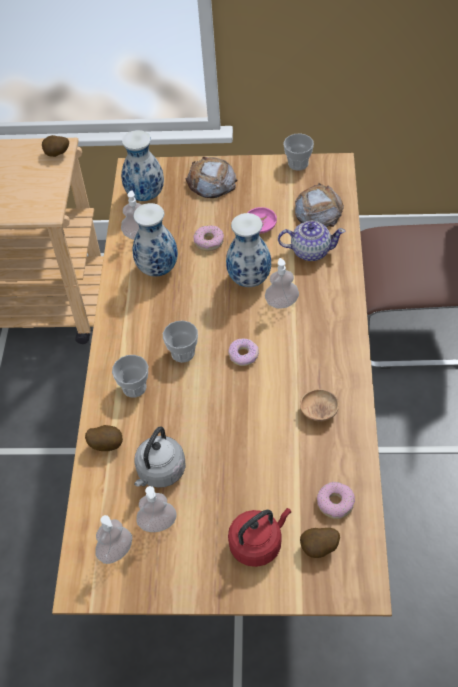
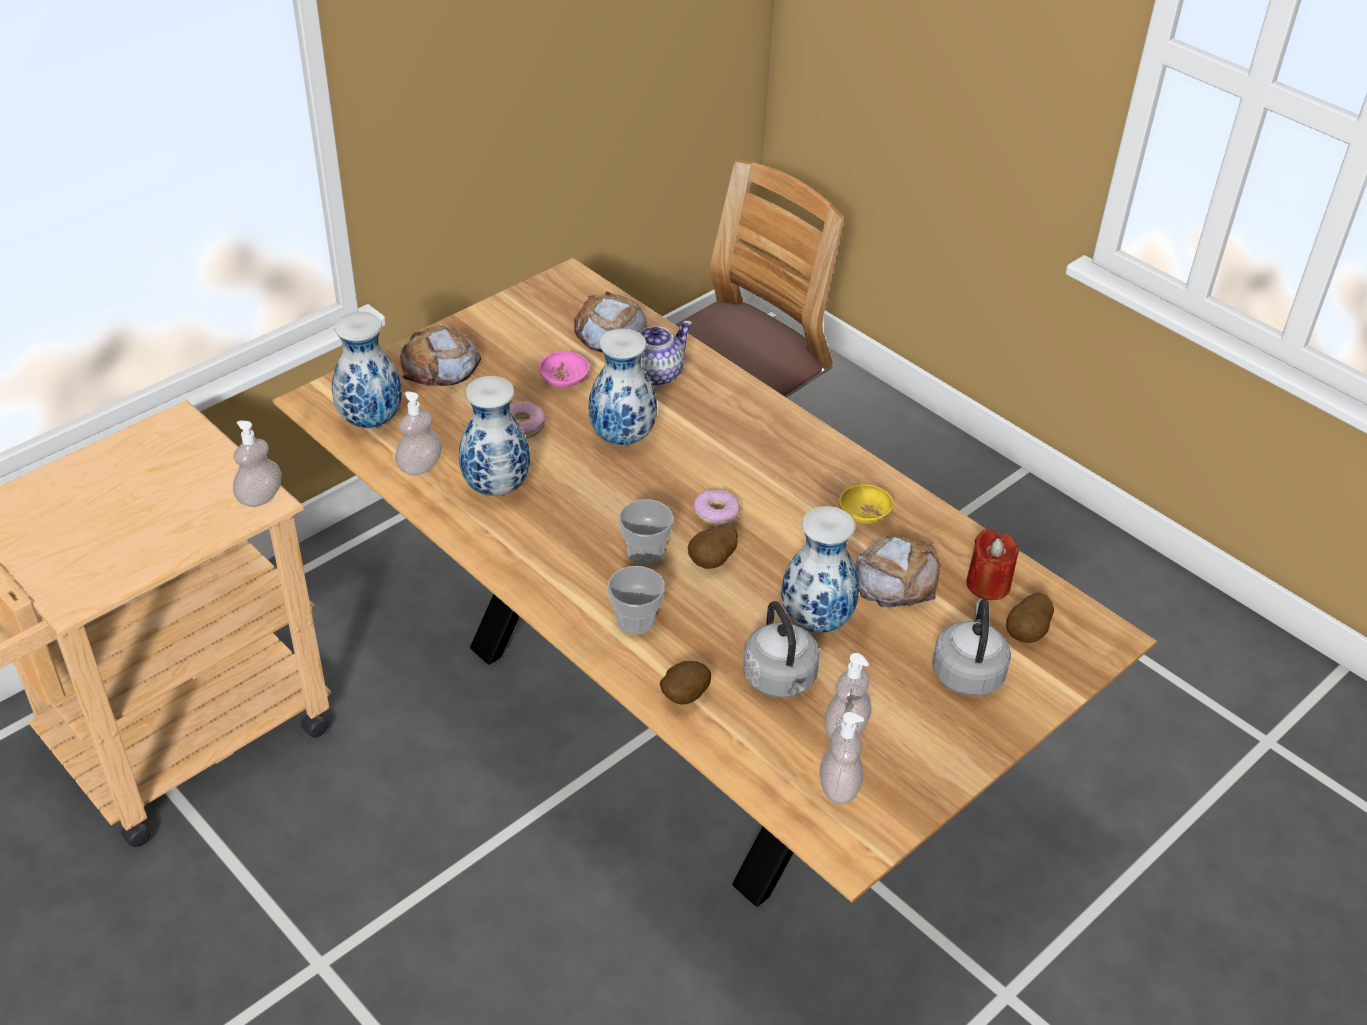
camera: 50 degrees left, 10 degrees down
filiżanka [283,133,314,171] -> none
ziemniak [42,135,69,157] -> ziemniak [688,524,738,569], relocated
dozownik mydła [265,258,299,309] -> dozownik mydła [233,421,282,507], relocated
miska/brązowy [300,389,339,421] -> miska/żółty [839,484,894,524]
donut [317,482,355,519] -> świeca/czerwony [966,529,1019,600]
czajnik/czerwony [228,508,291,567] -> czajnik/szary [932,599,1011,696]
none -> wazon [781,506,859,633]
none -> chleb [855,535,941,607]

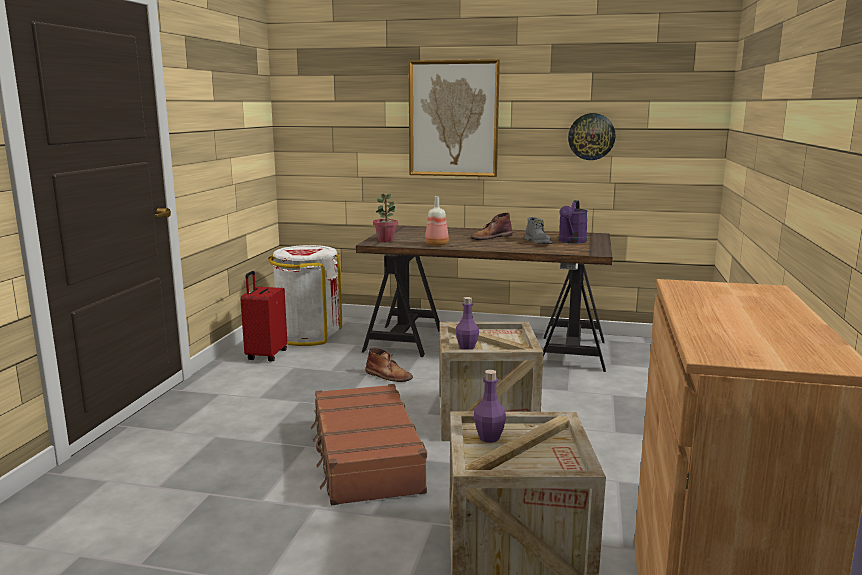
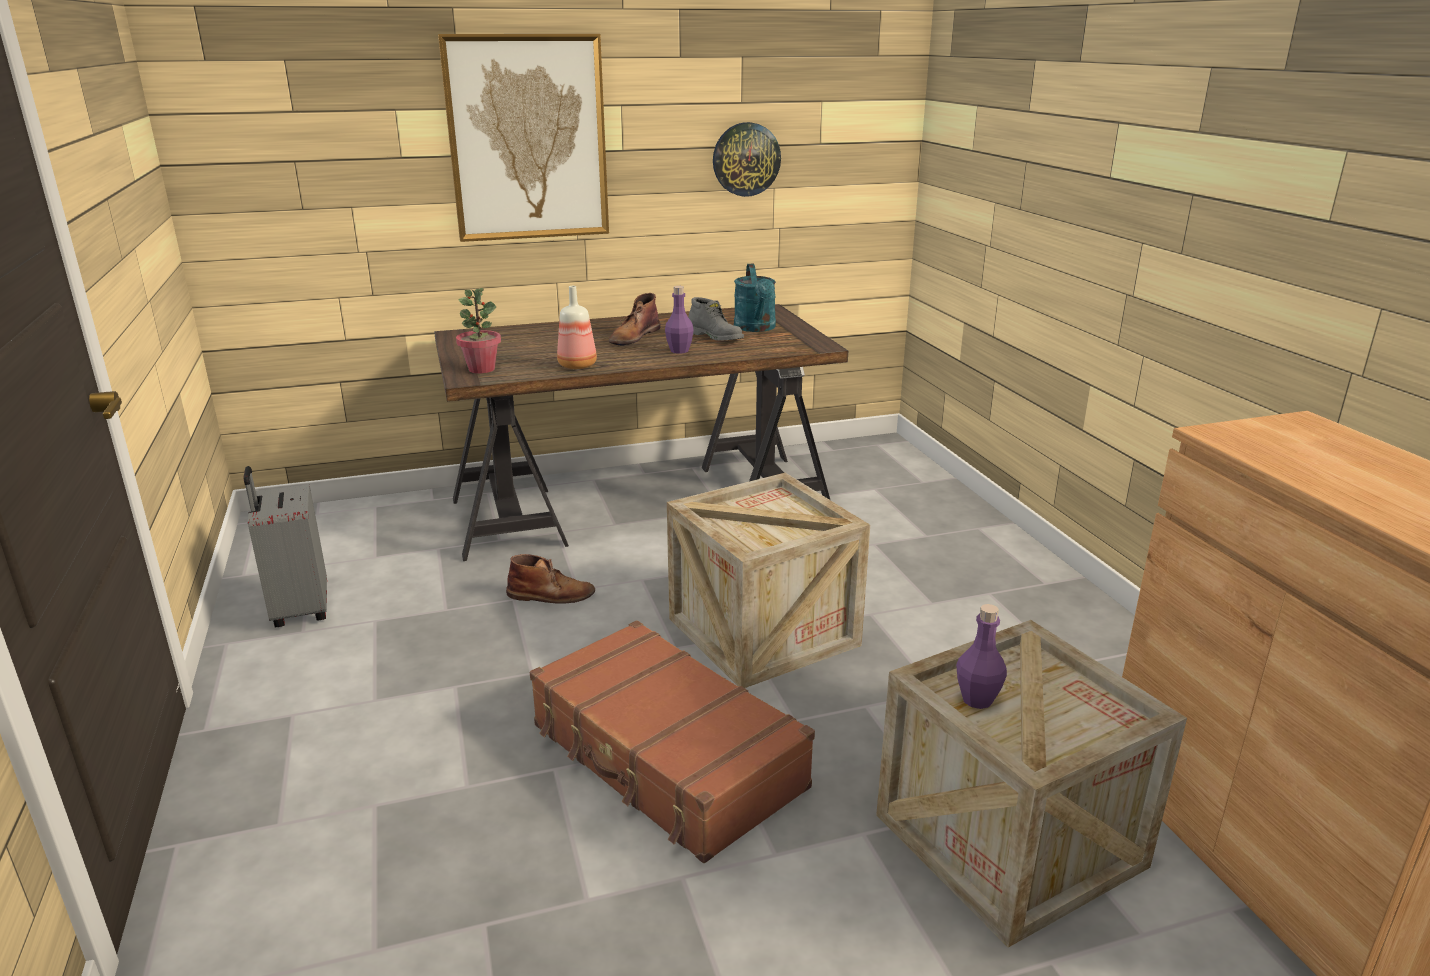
camera: 30 degrees left, 10 degrees up
konewka/fioletowy [559,200,588,243] -> konewka/turkusowy [734,264,776,332]
kosz na śmieci/biały [268,245,342,346] -> none
walizka/czerwony [241,271,287,362] -> walizka/szary [244,466,327,627]
butelka/fioletowy [456,297,479,350] -> butelka/fioletowy [665,286,694,354], relocated

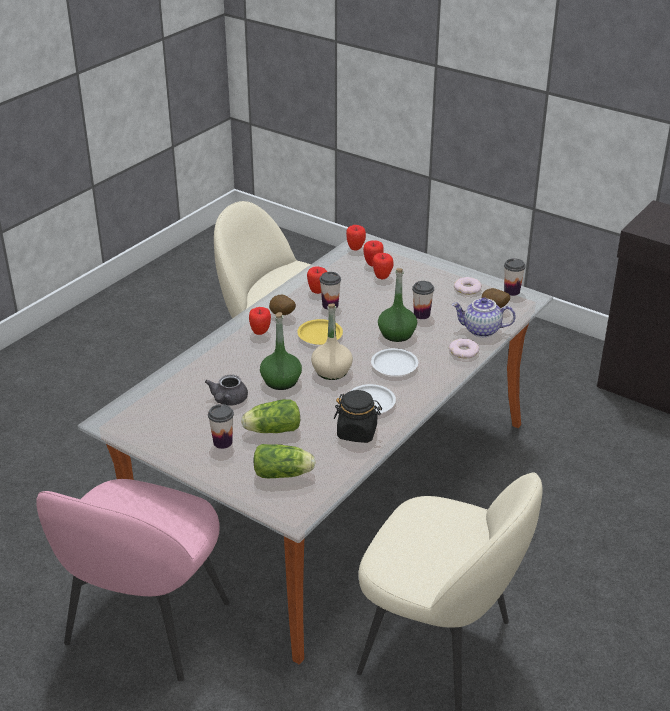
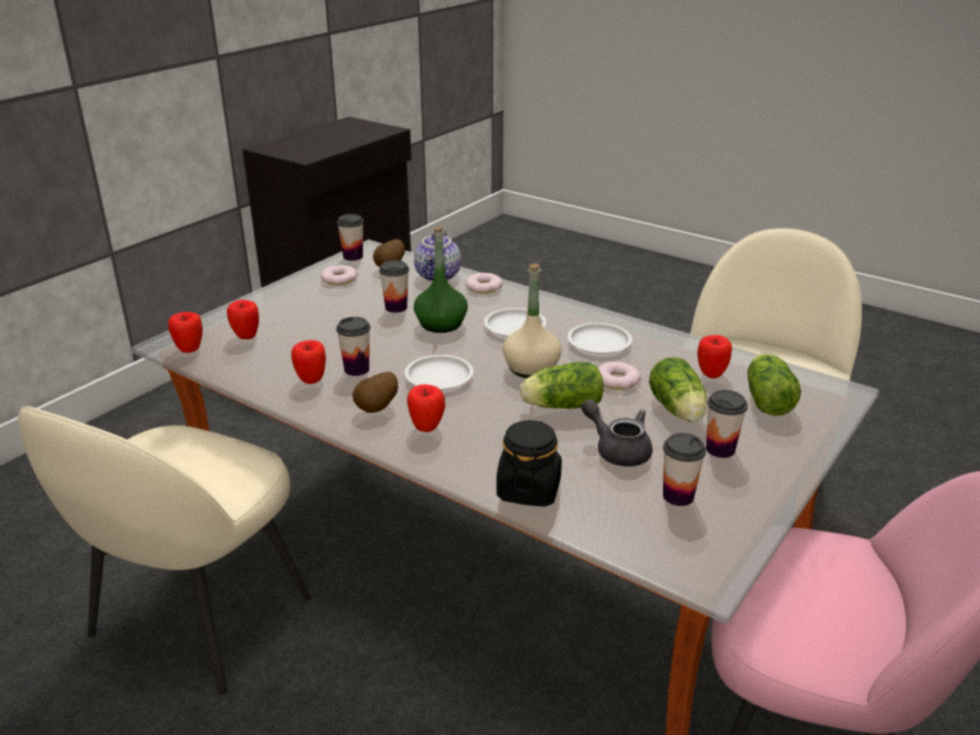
camera: 90 degrees left, 5 degrees down
jabłko [373,253,394,279] -> jabłko [697,335,732,378], relocated
butelka/zielony [260,312,302,390] -> sałata [520,362,604,409]
talerz/żółty [297,319,343,345] -> talerz/biały [405,355,473,390]
imbryk/szary [205,375,248,406] -> imbryk/szary [581,399,653,467], 150 degrees counterclockwise
słoik/czarny [334,390,382,443] -> słoik/czarny [496,420,562,507], relocated
none -> donut [598,362,641,390]
none -> filiżanka [663,433,706,506]

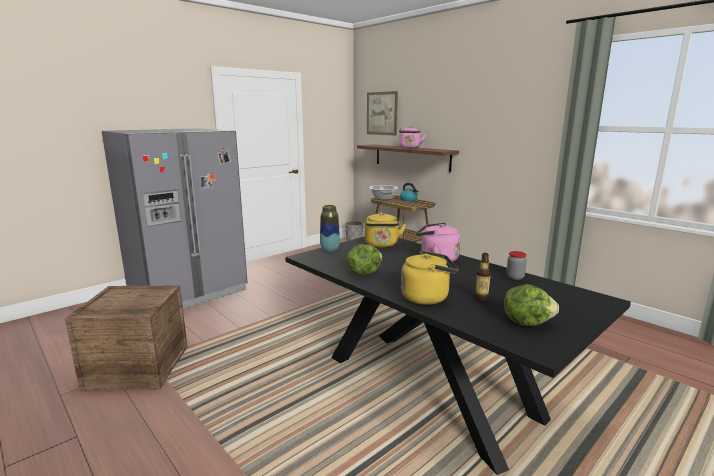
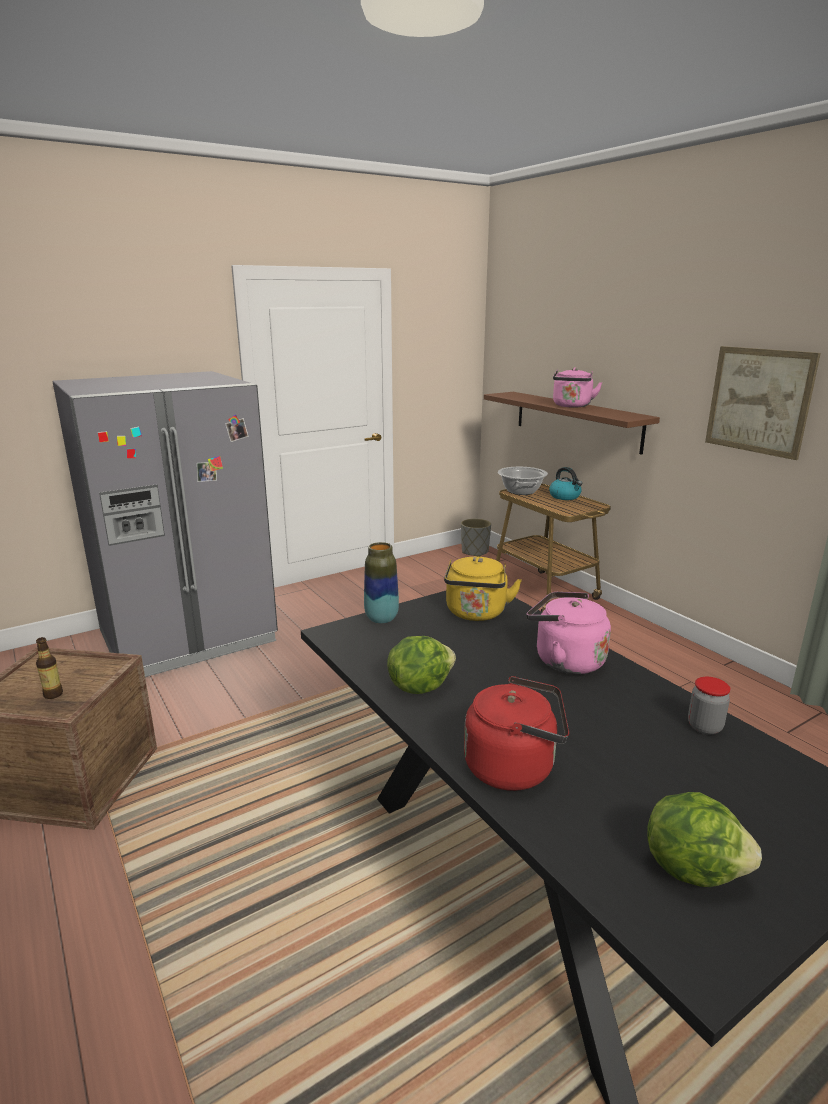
camera: 10 degrees right, 5 degrees up
obraz [367,91,398,136] -> obraz [705,346,821,460], relocated
czajnik/żółty [401,250,458,305] -> czajnik/czerwony [464,676,569,791]
butelka [475,253,491,302] -> butelka [36,637,63,699], relocated

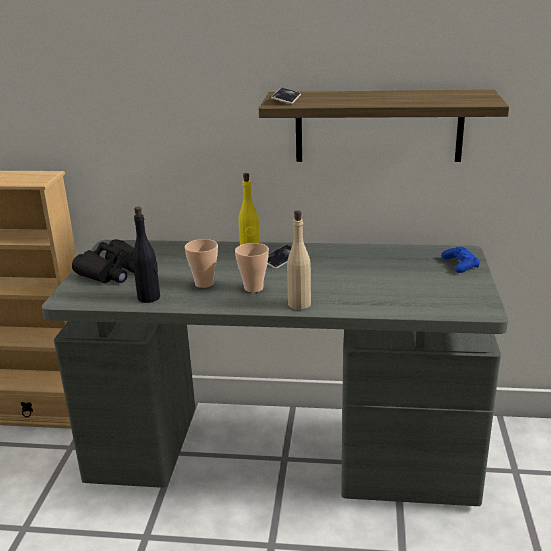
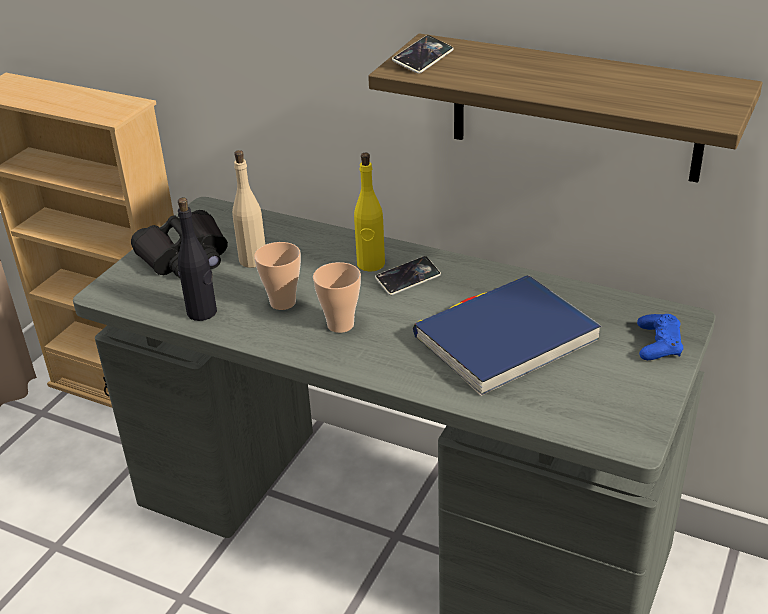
camera: 20 degrees right, 10 degrees up
butelka/beżowy [287,210,311,310] -> butelka/beżowy [232,150,265,268], relocated
none -> książka/niebieski [413,275,601,396]

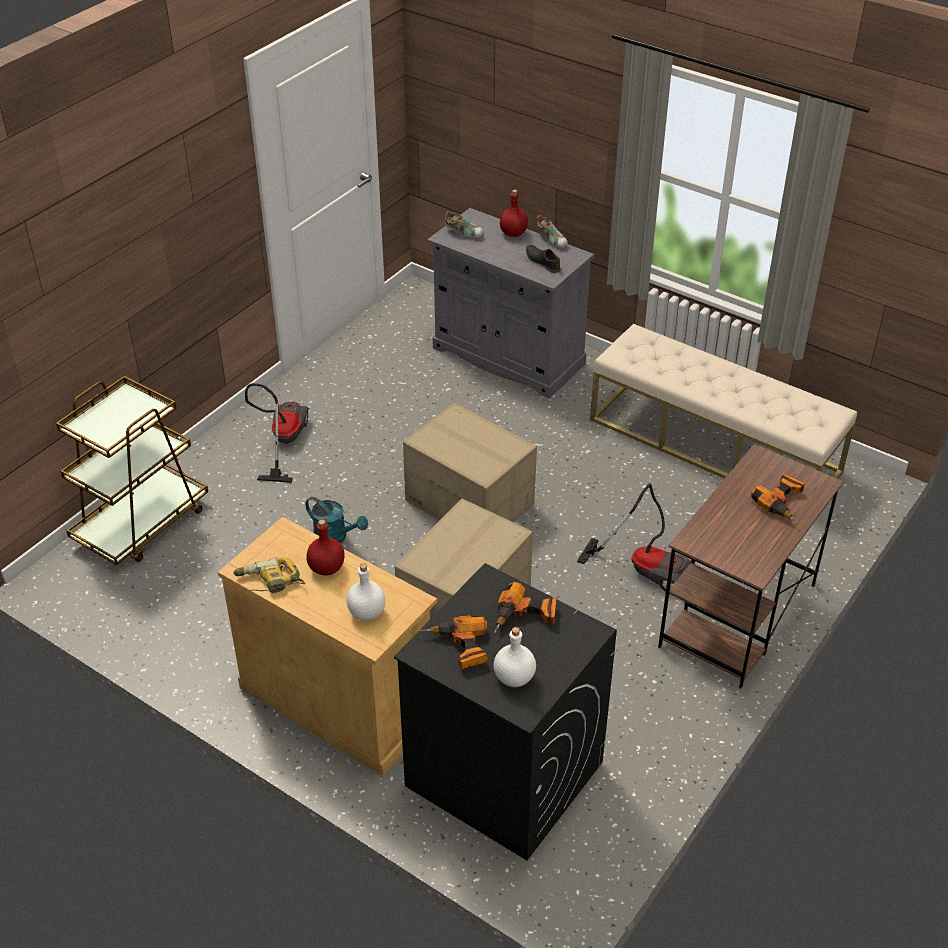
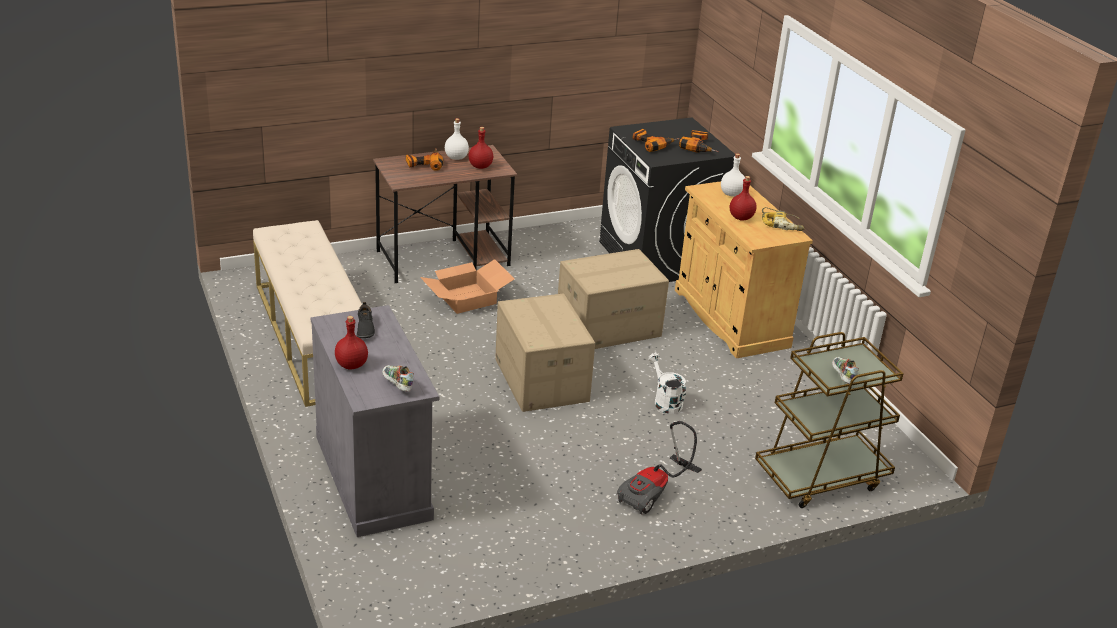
camera: 150 degrees left, 10 degrees down
but [537,215,568,248] -> but [832,357,859,384], relocated
odkurzacz [577,483,691,591] -> karton [420,259,515,314]
konewka/turkusowy [305,497,368,543] -> konewka/biały [648,353,686,414]
butelka/biały [494,627,536,687] -> butelka/biały [445,118,469,160], relocated
none -> butelka/czerwony [468,127,493,169]

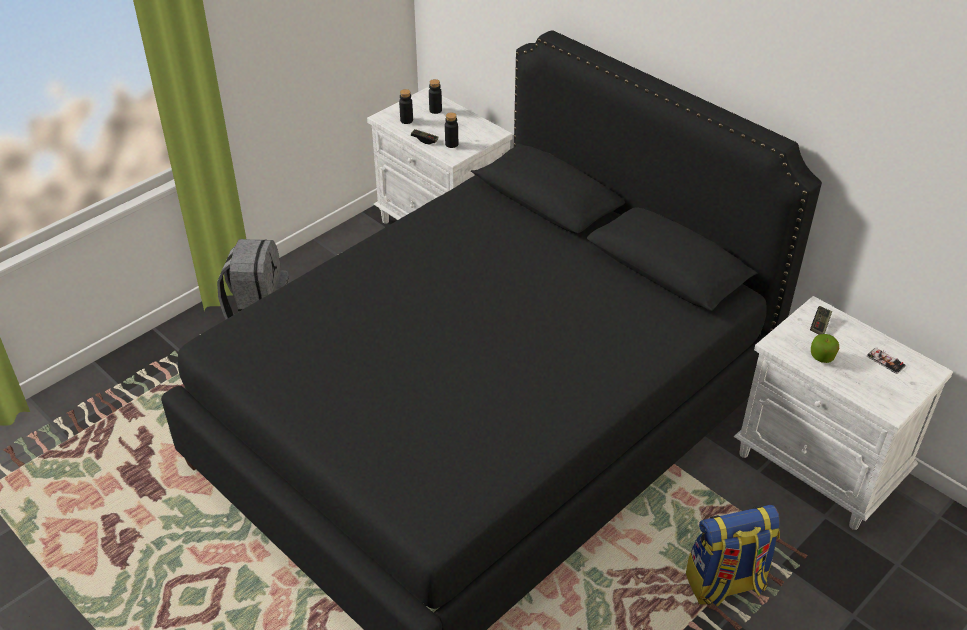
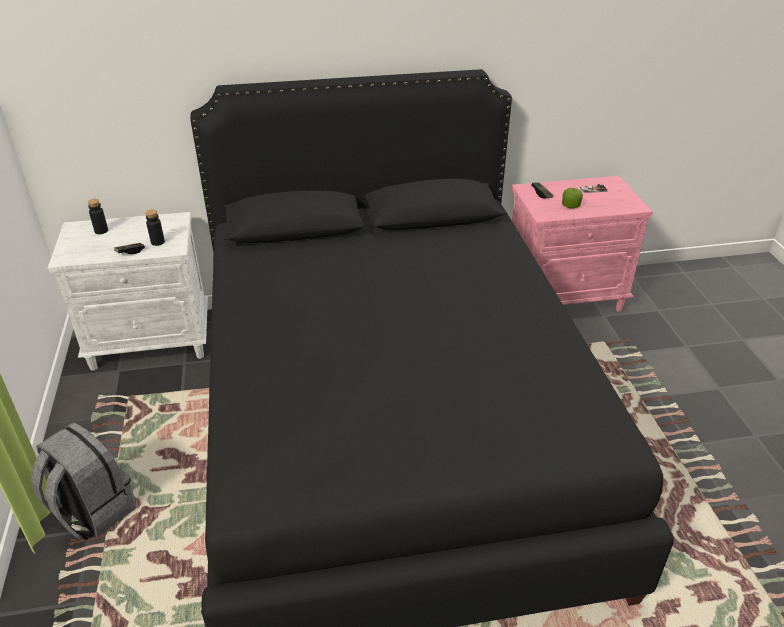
camera: 55 degrees left, 5 degrees down
butelka/czarny [399,89,413,124] -> none
szafka nocna/biały [734,296,953,530] -> szafka nocna/różowy [512,176,653,312]
plecak [686,505,780,606] -> none

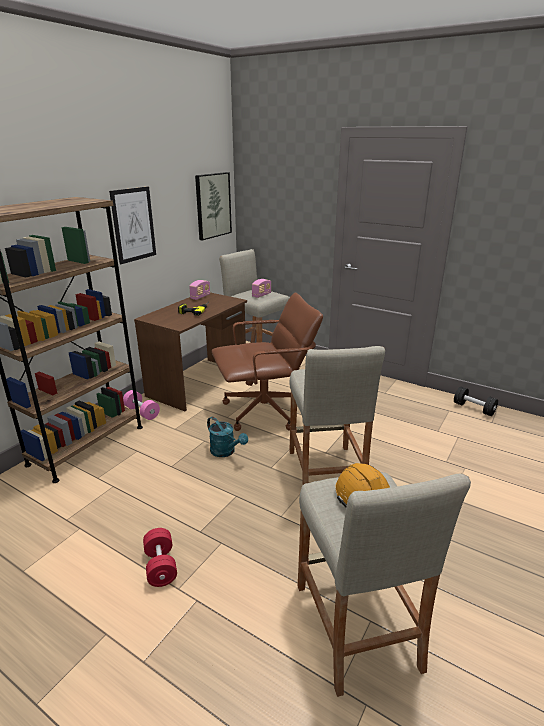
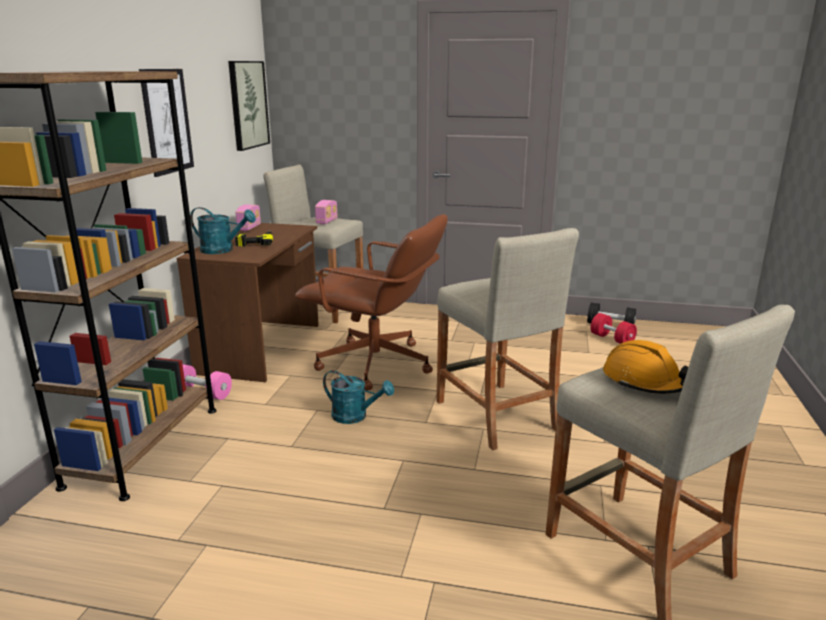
camera: 20 degrees left, 5 degrees down
krzesło biurowe/brązowy [212,292,323,431] -> krzesło biurowe/brązowy [295,214,448,390], 60 degrees clockwise
hantel/czerwony [143,528,177,587] -> hantel/czerwony [590,313,637,344], relocated
none -> konewka/turkusowy [190,207,256,254]

